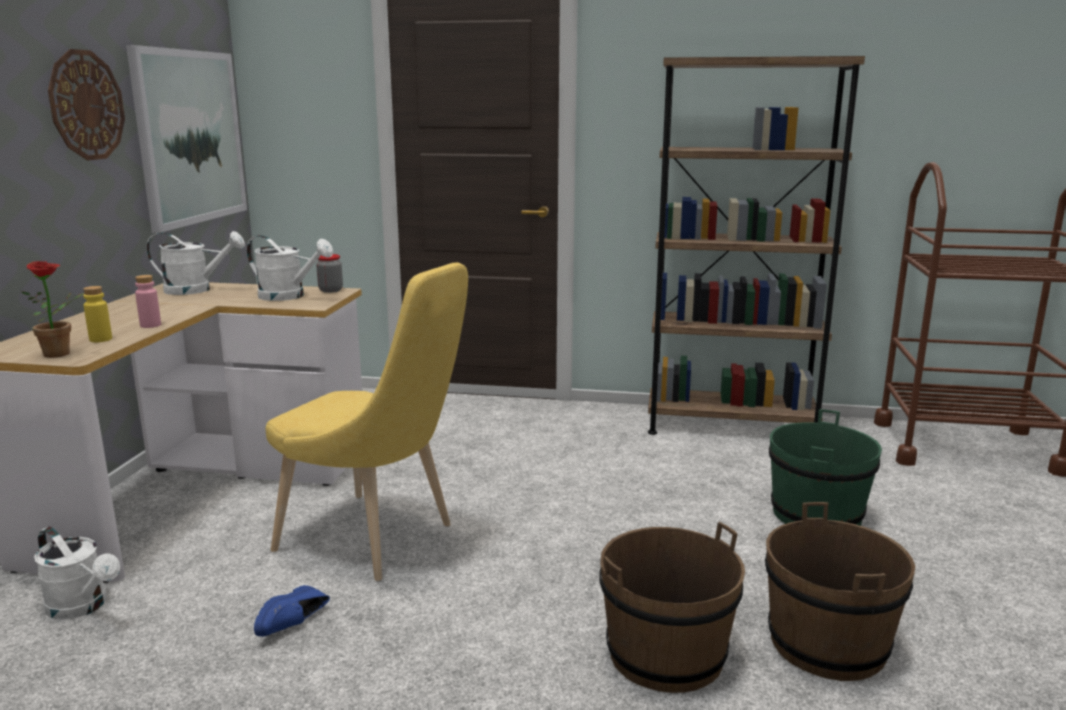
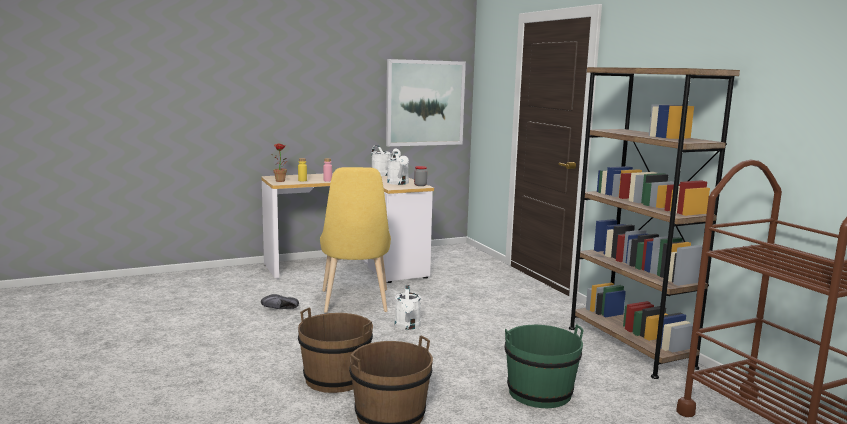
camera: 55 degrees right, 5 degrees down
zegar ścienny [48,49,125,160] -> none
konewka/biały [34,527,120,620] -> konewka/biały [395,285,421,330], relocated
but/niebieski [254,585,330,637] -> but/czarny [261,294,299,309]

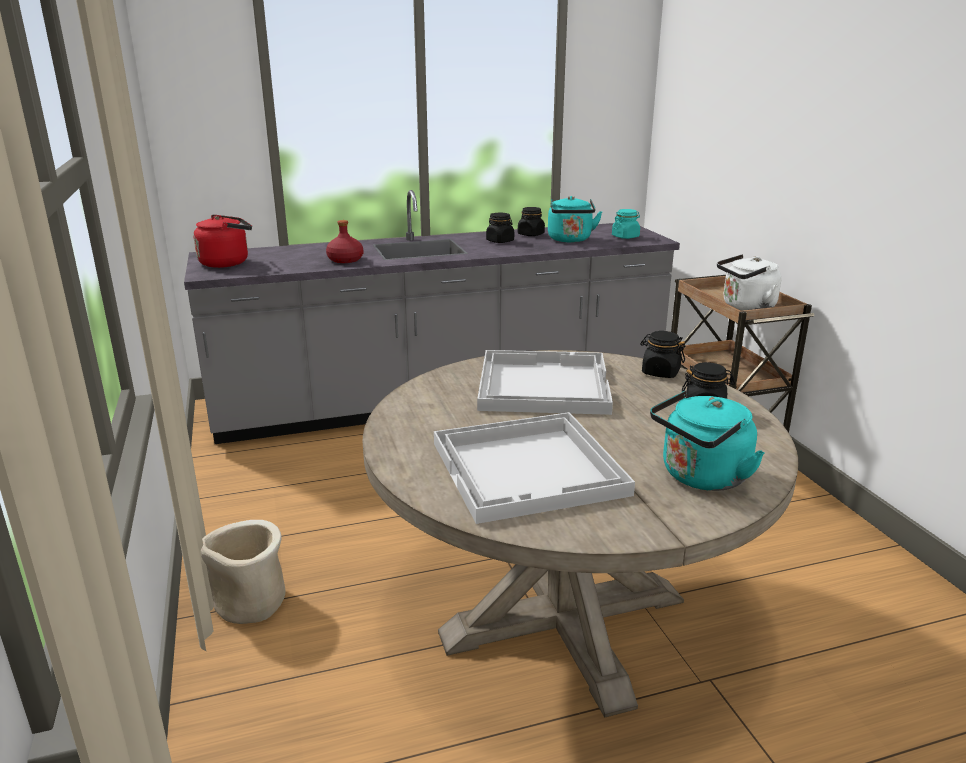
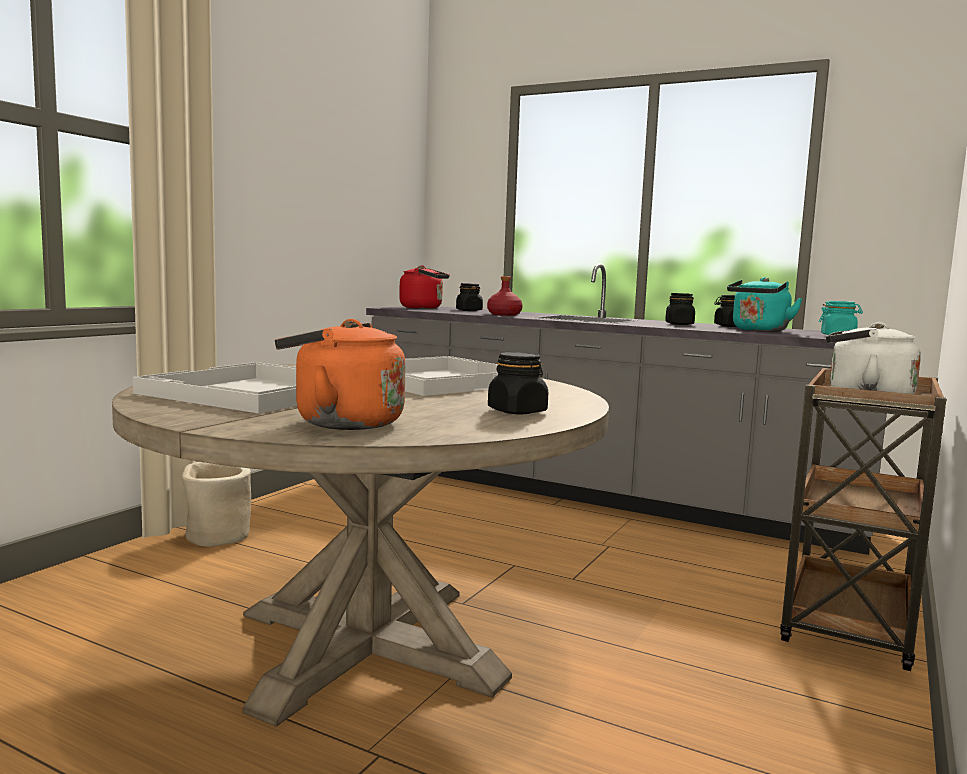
camera: 45 degrees right, 15 degrees down
słoik/czarny [640,331,685,378] -> słoik/czarny [456,283,483,311], relocated
czajnik/turkusowy [650,390,765,491] -> czajnik/pomarańczowy [275,319,406,430]

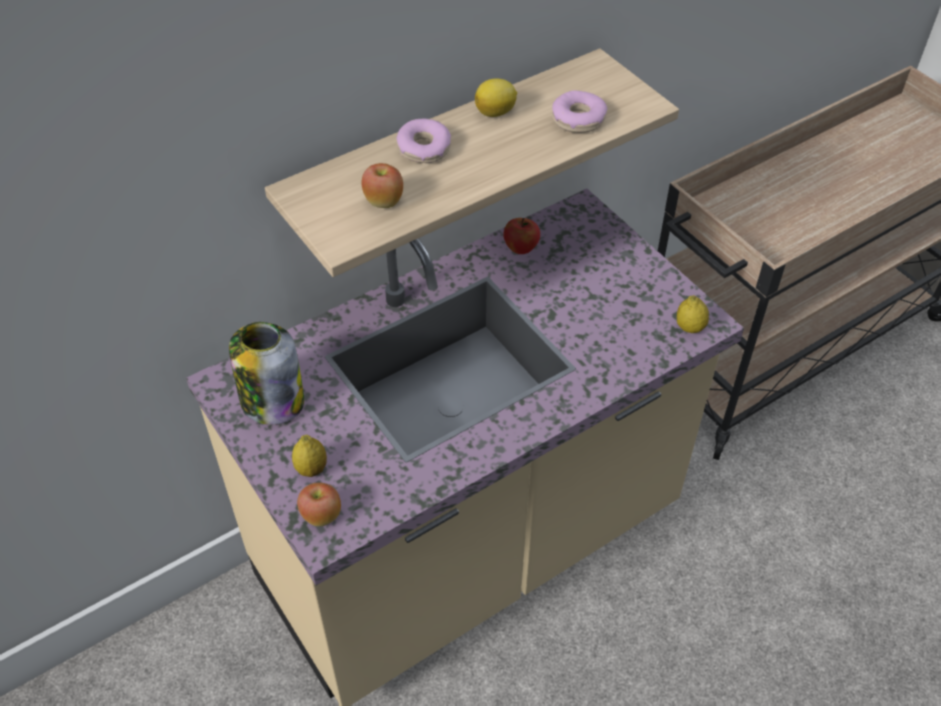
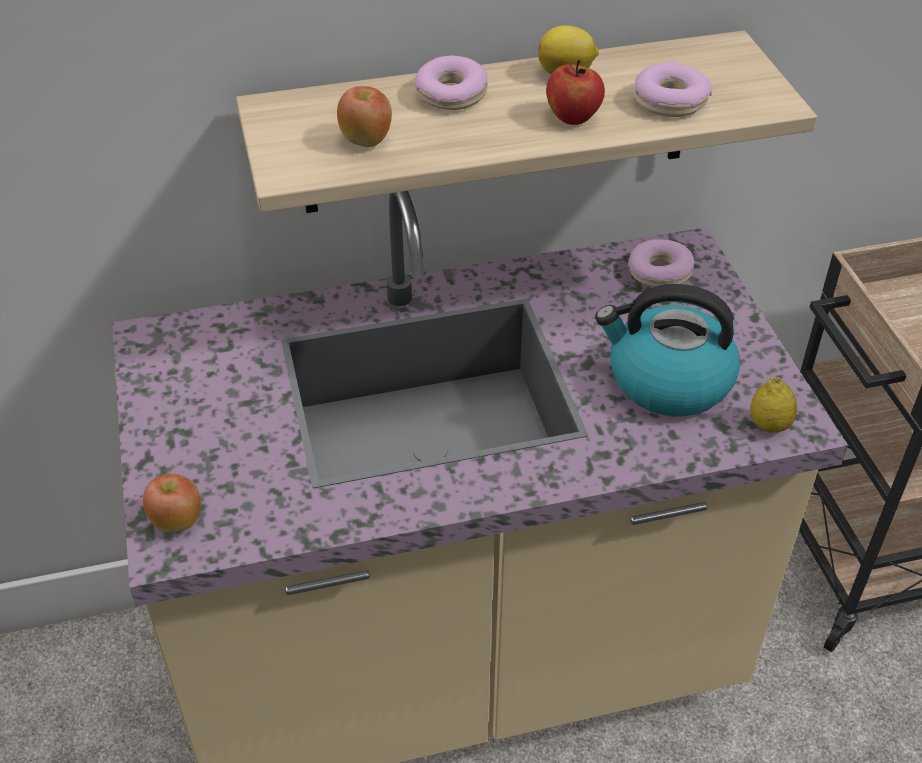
camera: 20 degrees right, 5 degrees down
jabłko [503,218,540,254] -> jabłko [546,60,605,125], relocated
słoik [229,322,304,425] -> none
cytryna [292,435,327,477] -> none
none -> donut [628,239,694,287]
none -> czajnik [595,284,740,417]

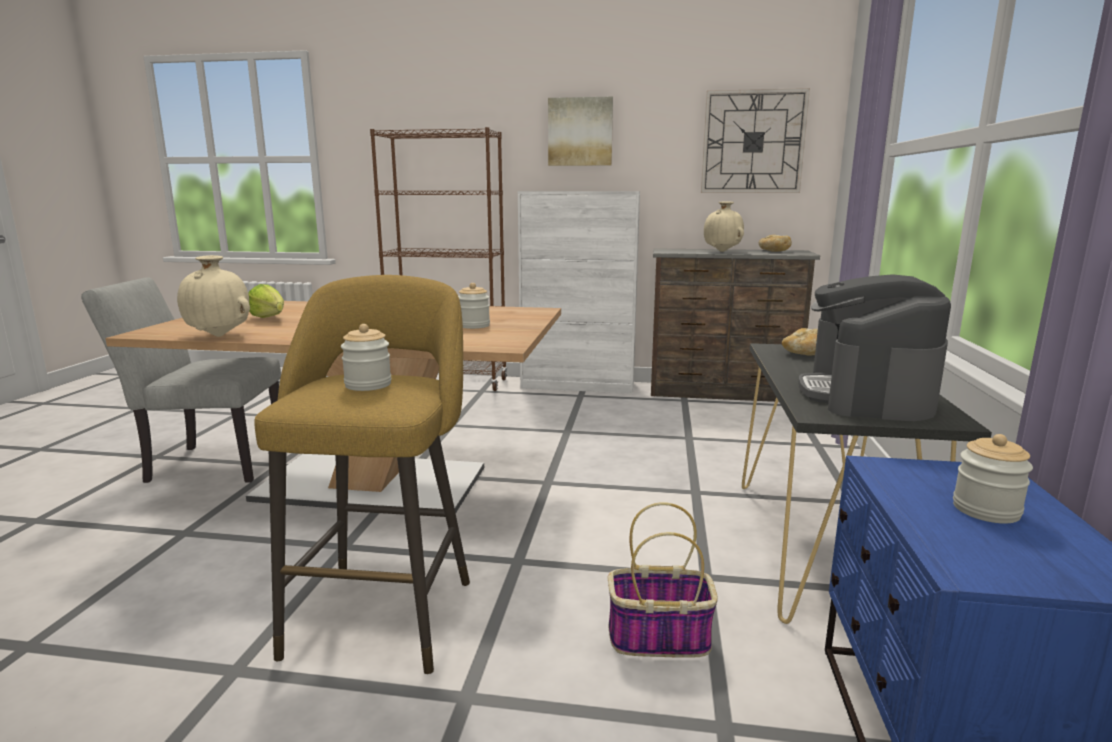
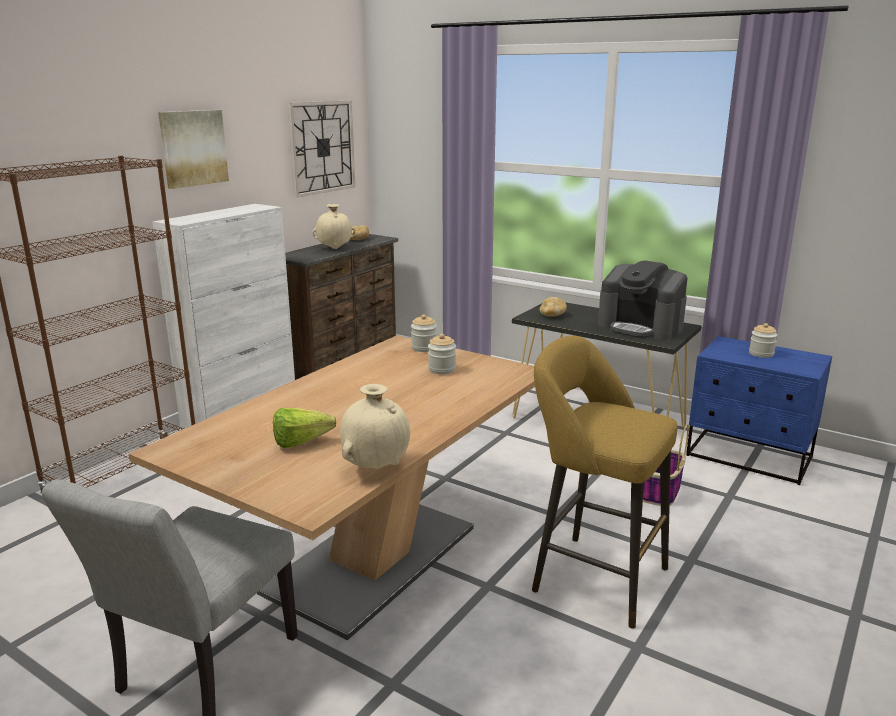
camera: 65 degrees left, 5 degrees up
słoik [341,324,392,391] -> słoik [411,314,437,352], relocated

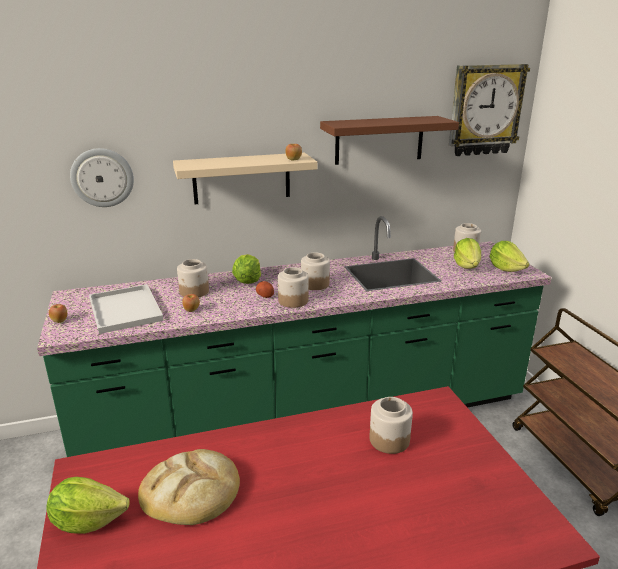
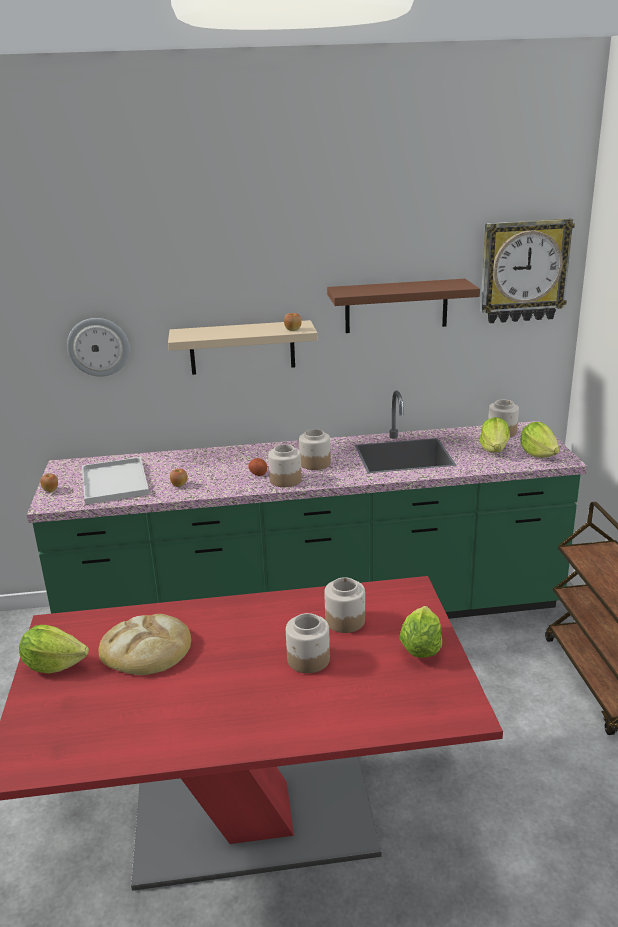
camera: 10 degrees right, 0 degrees up
sałata [232,254,261,284] -> sałata [400,606,442,658], relocated
słoik [177,259,209,297] -> słoik [286,613,330,673], relocated

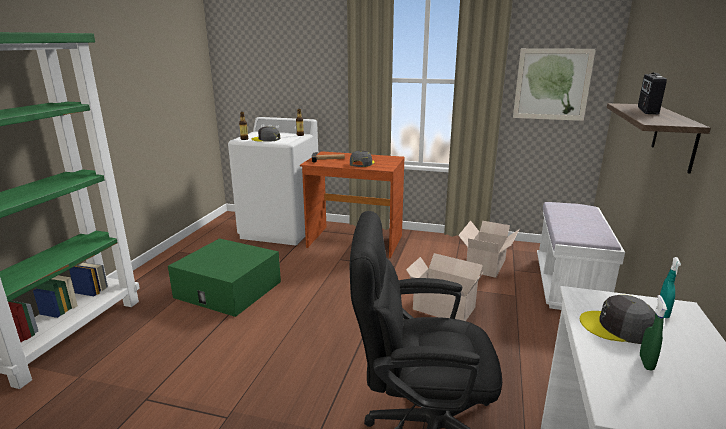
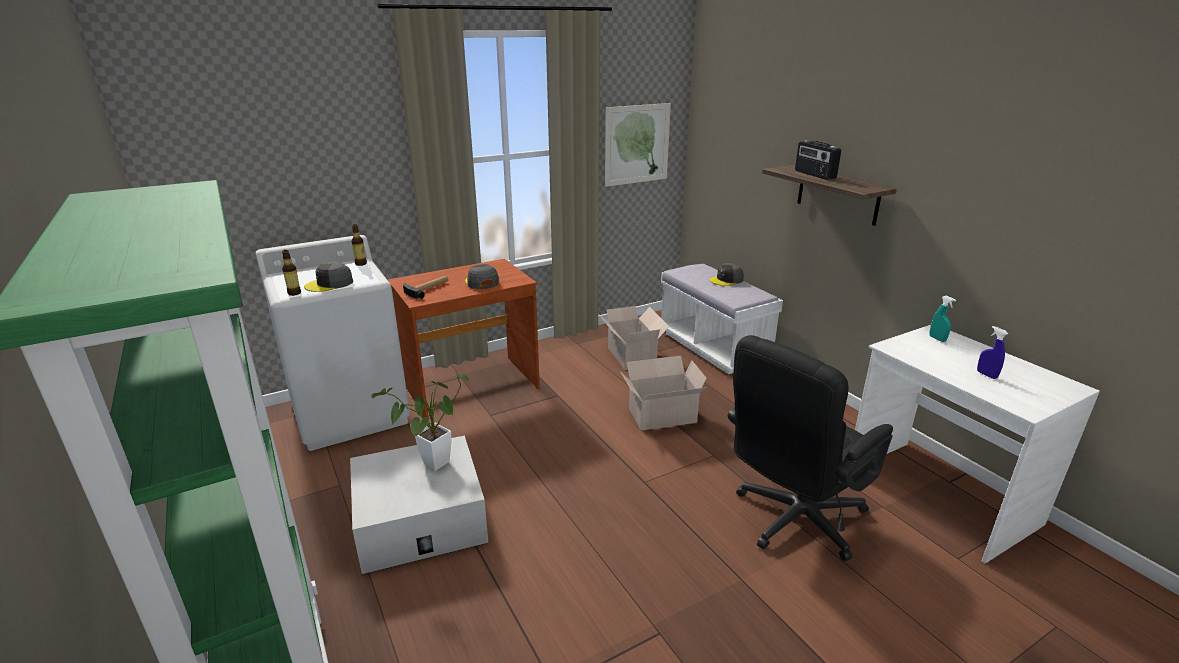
camera: 45 degrees left, 5 degrees up
pojemnik do przechowywania/zielony [168,238,281,317] -> pojemnik do przechowywania/biały [350,436,488,574]
czapka z daszkiem/szary [580,295,656,344] -> czapka z daszkiem/szary [710,264,744,286], relocated
spryskiwacz/zielony [640,295,667,371] -> spryskiwacz/niebieski [977,326,1008,379]
none -> roślina doniczkowa [371,372,469,470]

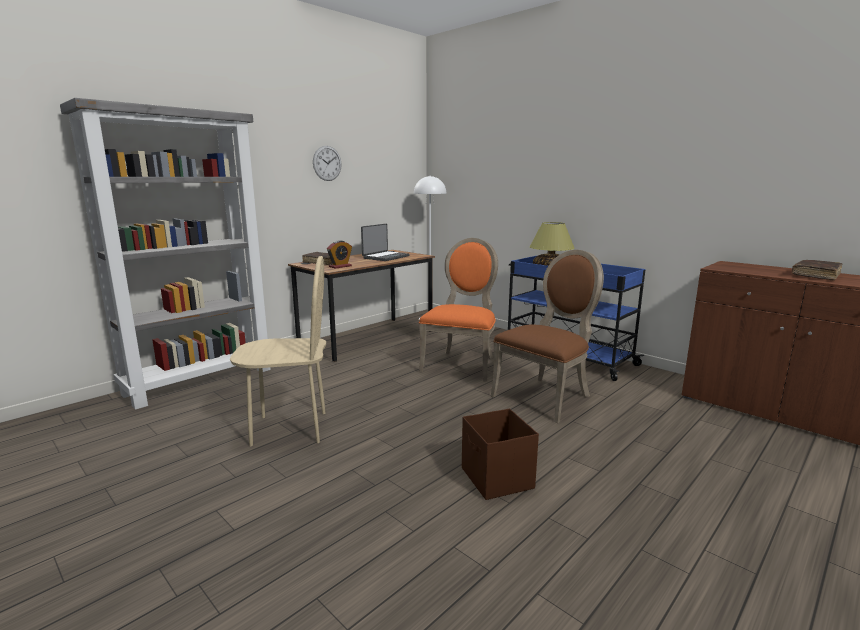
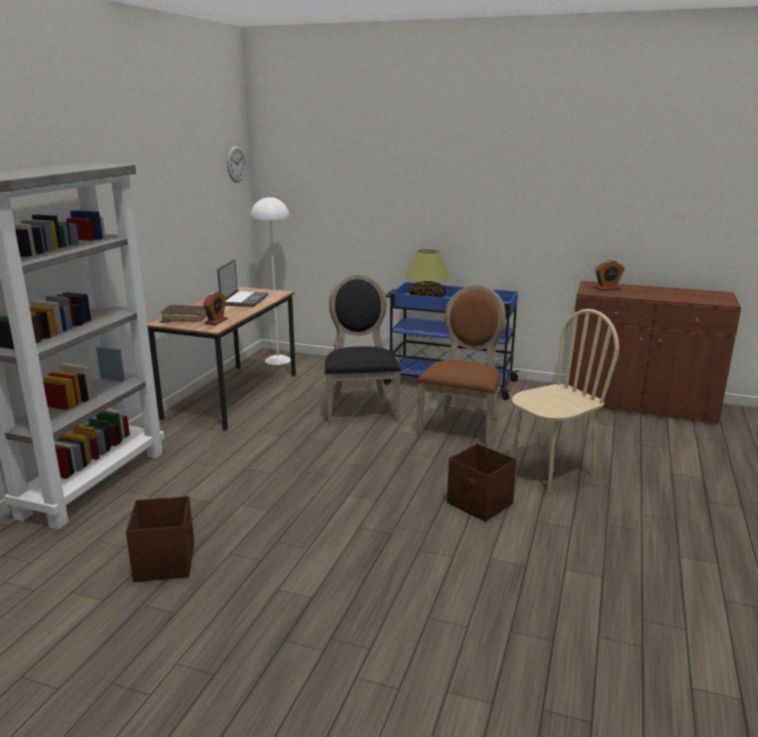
camera: 25 degrees left, 5 degrees up
zegar ścienny [313,146,342,181] -> zegar ścienny [227,146,246,183], relocated
krzesło/pomarańczowy [419,238,498,381] -> krzesło/czarny [325,275,401,425]
krzesło/beżowy [230,256,326,446] -> krzesło/beżowy [511,309,619,492], relocated
książka/brązowy [792,260,842,280] -> none
none -> budzik [595,260,625,291]
none -> pojemnik do przechowywania/brązowy [126,496,194,582]

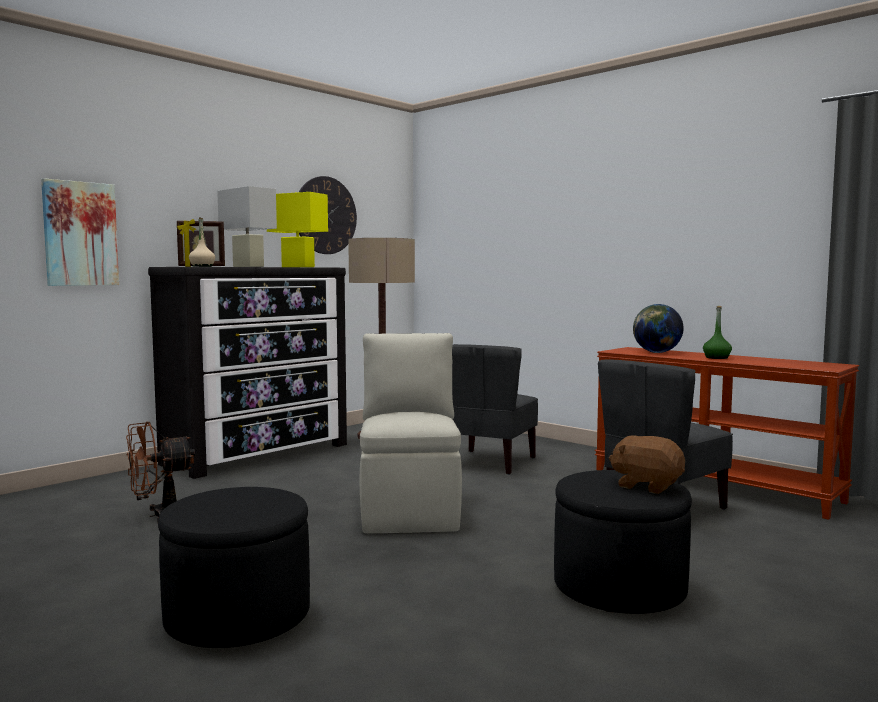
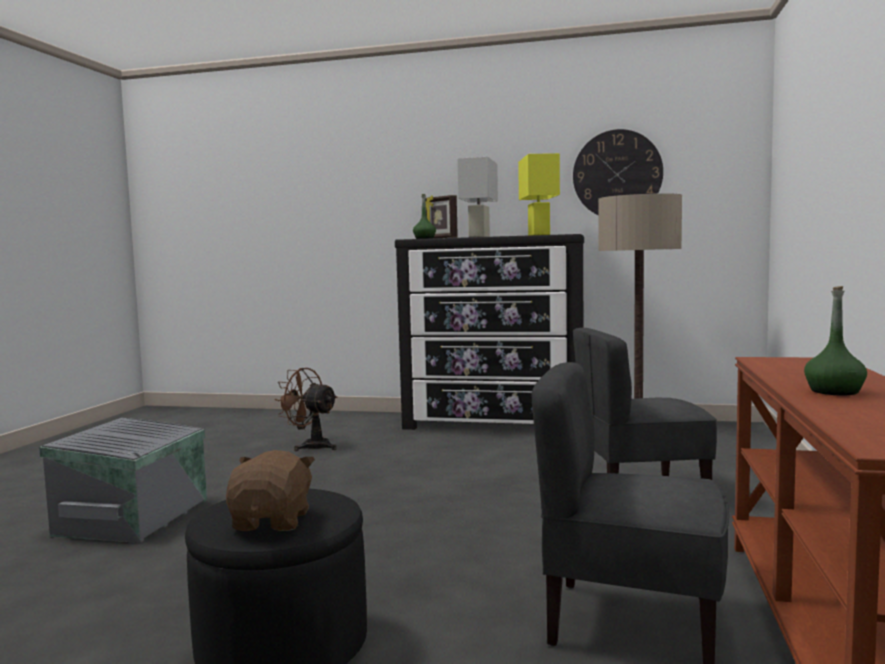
camera: 60 degrees right, 0 degrees up
obraz [41,178,119,286] -> none
butelka/beżowy [189,218,215,267] -> butelka/zielony [413,194,436,239]
globus [633,304,684,353] -> none
krzesło/beżowy [359,333,462,533] -> none
pufa/czarny [158,487,310,648] -> pojemnik do przechowywania/szary [39,418,207,543]

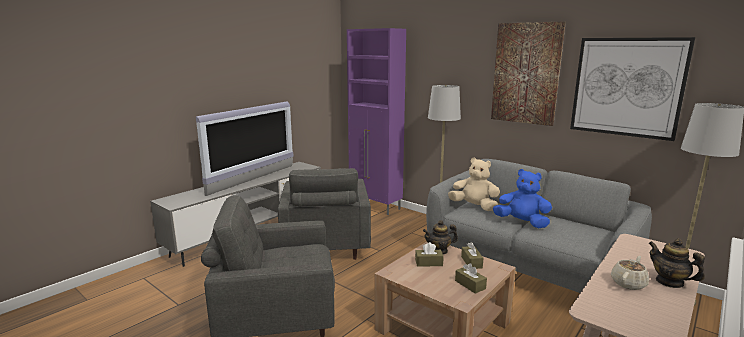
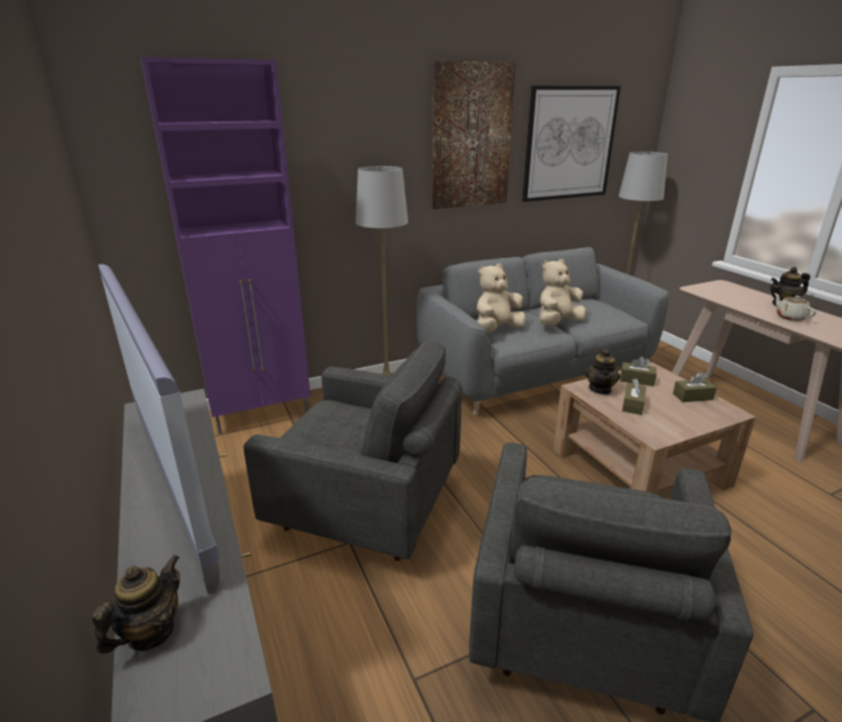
camera: 65 degrees left, 10 degrees up
pluszak/niebieski [493,169,552,228] -> pluszak/beżowy [539,259,586,325]
none -> imbryk [92,555,180,654]

